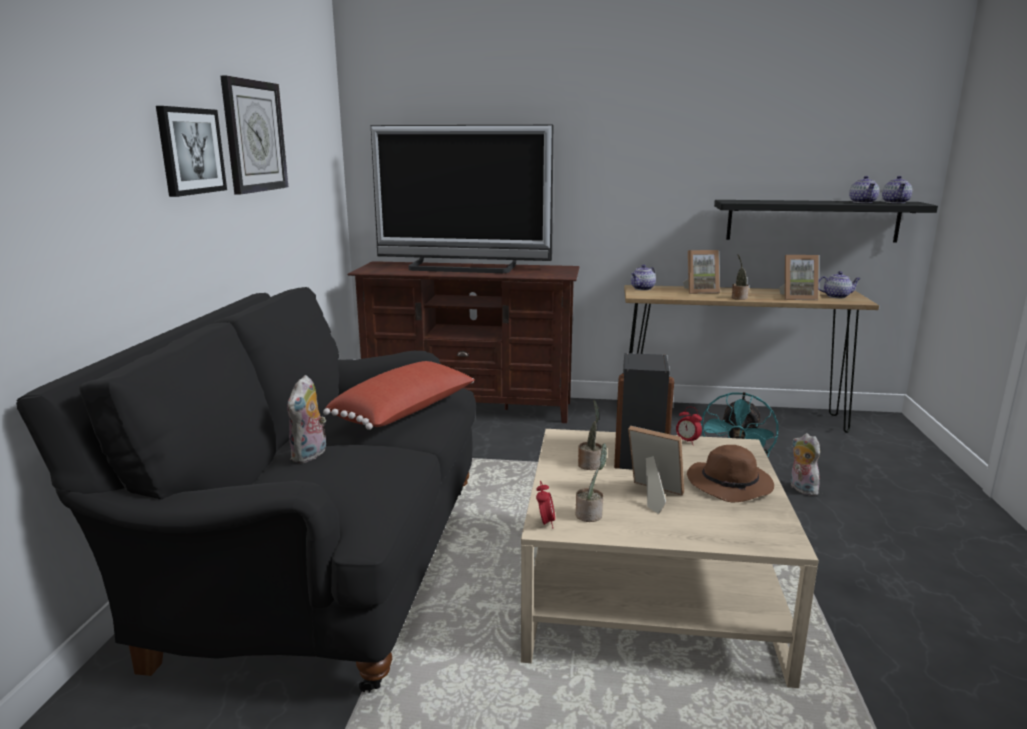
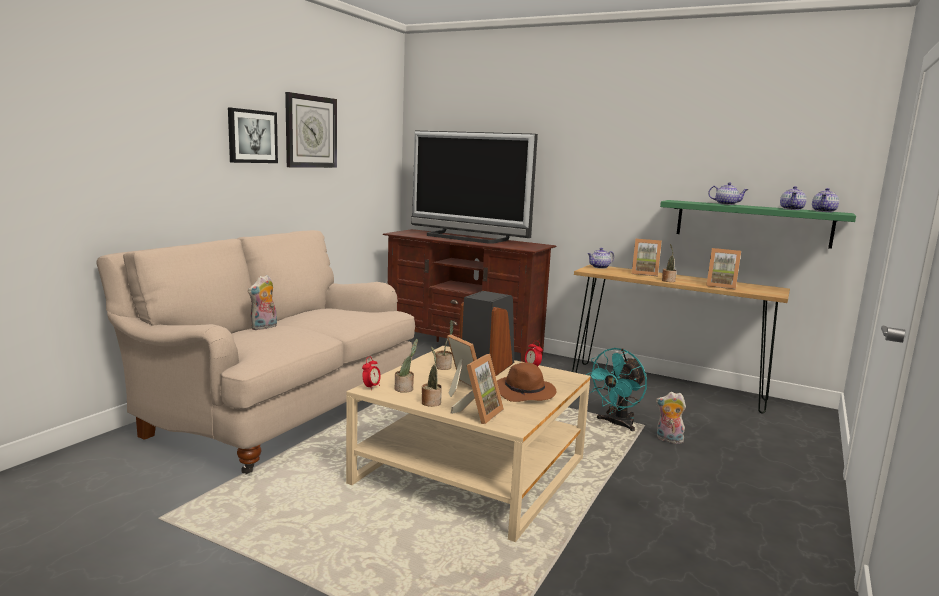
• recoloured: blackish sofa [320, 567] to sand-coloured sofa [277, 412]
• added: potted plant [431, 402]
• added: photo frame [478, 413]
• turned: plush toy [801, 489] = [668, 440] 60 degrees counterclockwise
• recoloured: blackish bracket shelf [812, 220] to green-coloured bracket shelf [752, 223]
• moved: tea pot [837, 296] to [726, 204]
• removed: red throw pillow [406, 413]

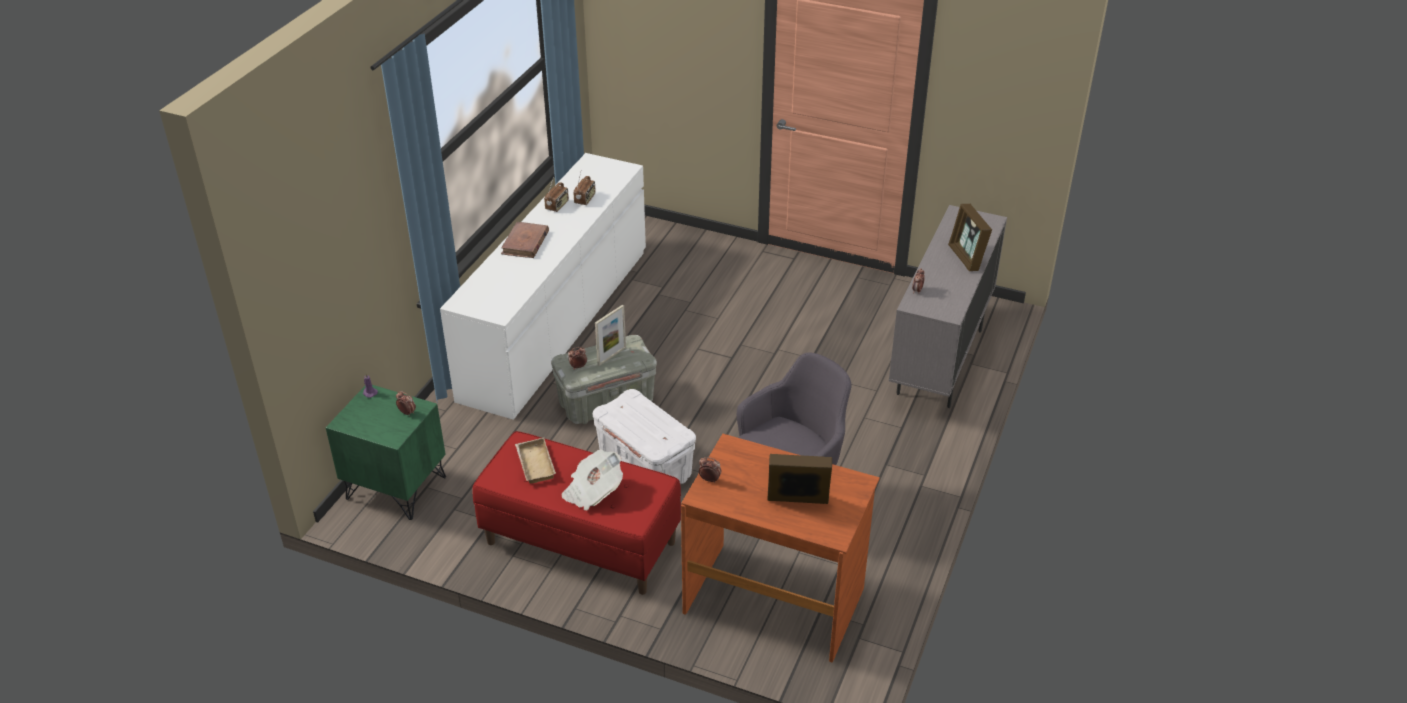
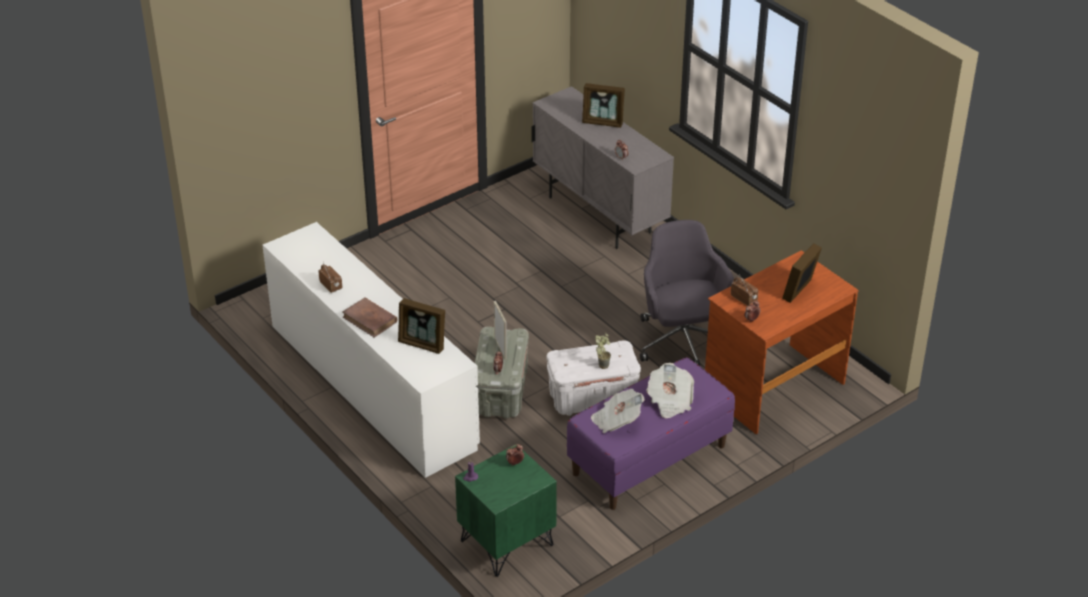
• added: photo frame [422, 344]
• recoloured: red long seat [580, 543] to purplish long seat [649, 460]
• replaced: sand-coloured serving tray [534, 464] to printed paper [616, 421]
• added: potted plant [602, 364]
• moved: radio [585, 199] to [744, 298]

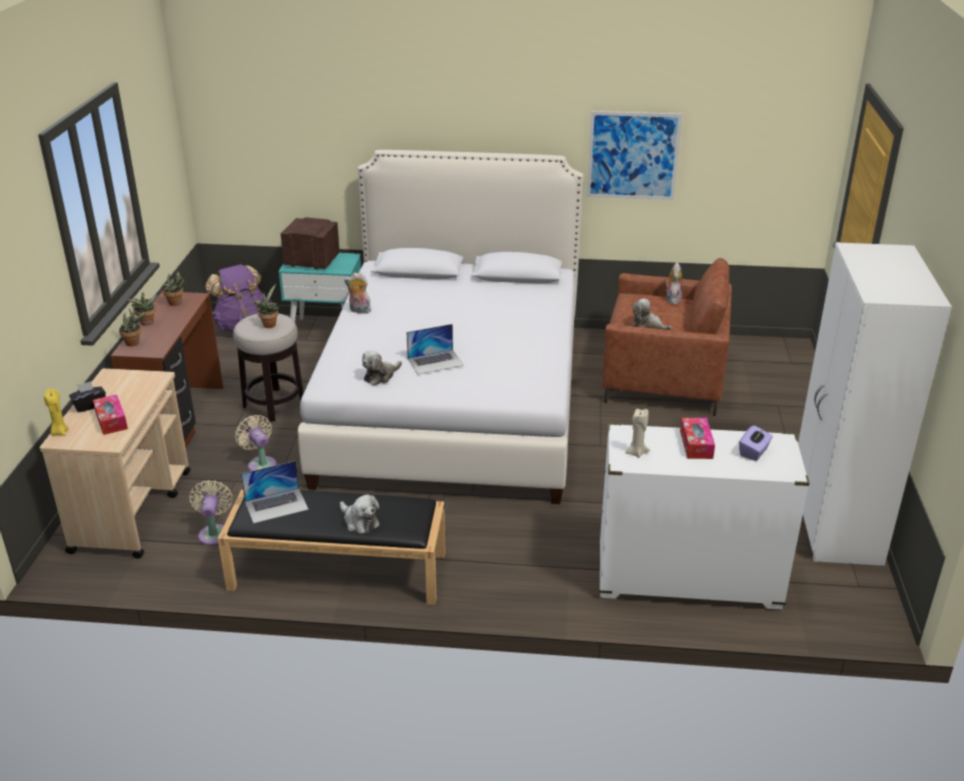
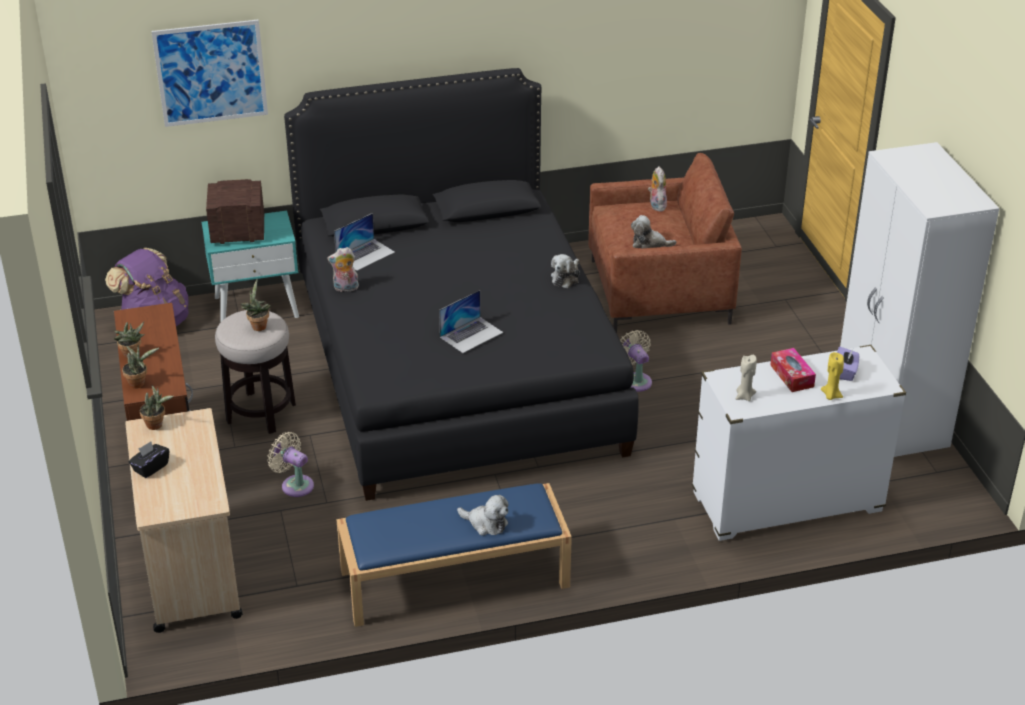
• moved: potted plant [177, 303] to [157, 425]
• moved: wall picture [633, 155] to [211, 73]
• recoloured: whitish bedroom bed [453, 401] to blackish bedroom bed [456, 365]
• moved: laptop [276, 505] to [365, 254]
• recoloured: blackish long seat [336, 571] to blue long seat [453, 579]
• moved: plush toy [380, 376] to [566, 278]
• moved: sand-coloured fan [214, 533] to [635, 380]
• moved: yellow candle [59, 432] to [831, 395]
• removed: tissue holder [111, 420]

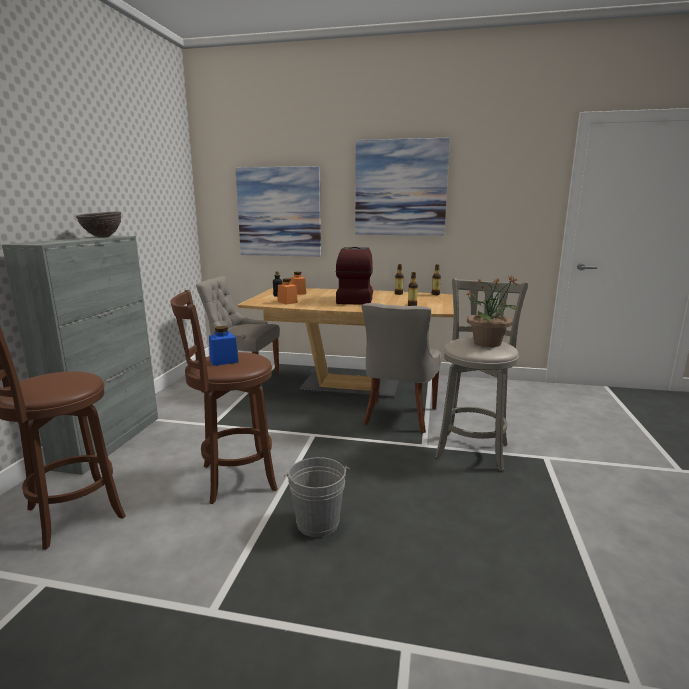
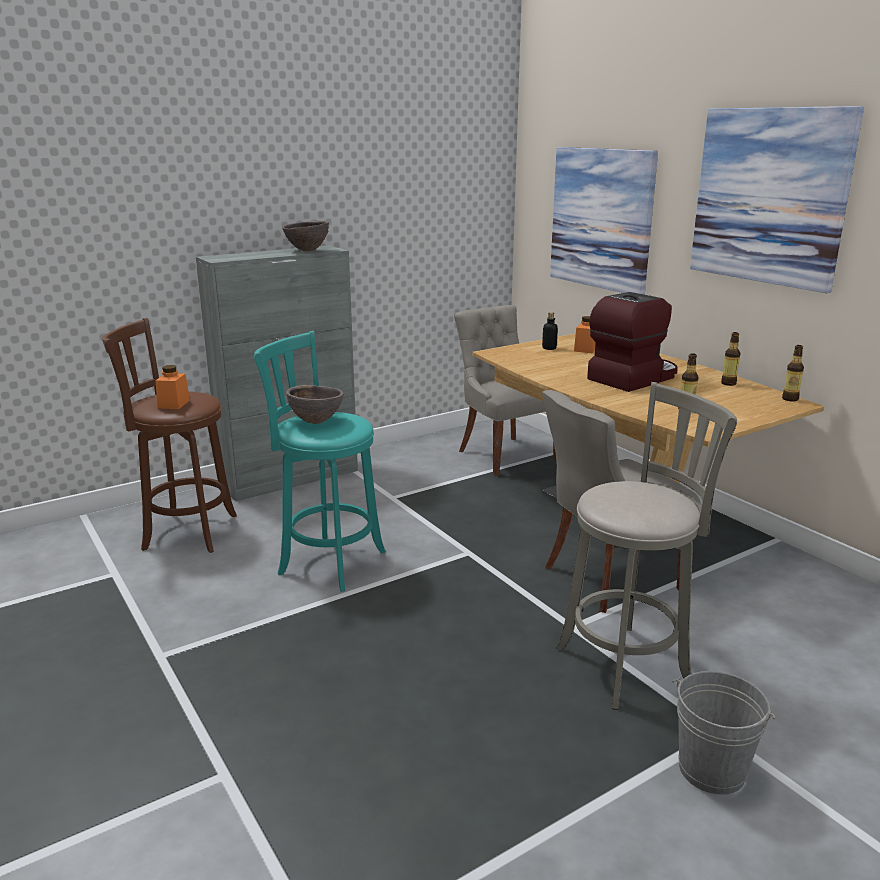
• moved: orange-coloured preserve jar [287, 302] to [174, 404]
• recoloured: brown sitting stool [233, 478] to blue-green sitting stool [327, 561]
• replaced: blue preserve jar [224, 361] to brown serving bowl [316, 422]
• moved: greyish bucket [317, 523] to [711, 770]
• removed: potted plant [488, 343]

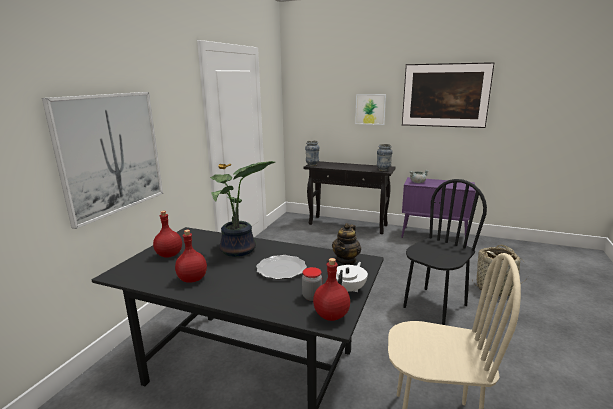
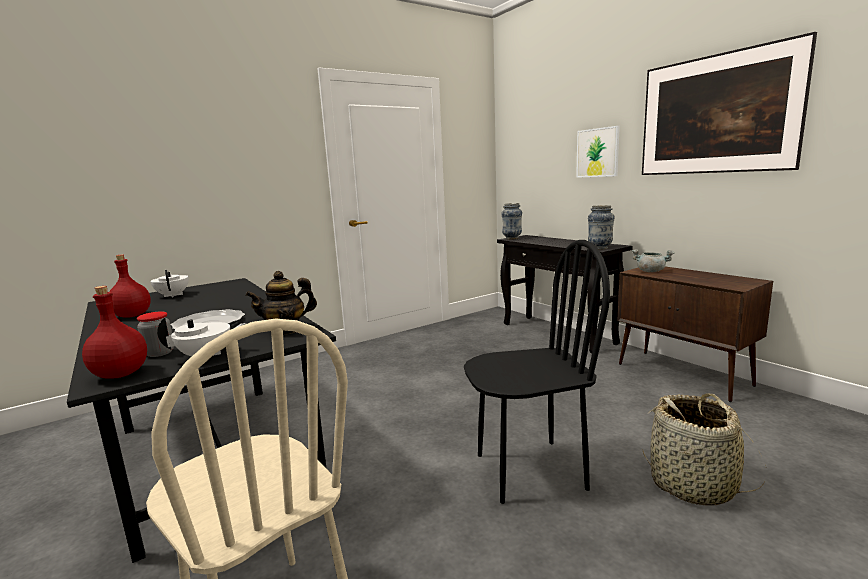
• replaced: red beverage bottle [169, 255] to whitish tea pot [173, 295]
• recoloured: purplish cupboard [434, 236] to brown cupboard [684, 375]
• removed: wall picture [111, 154]
• removed: potted plant [239, 251]

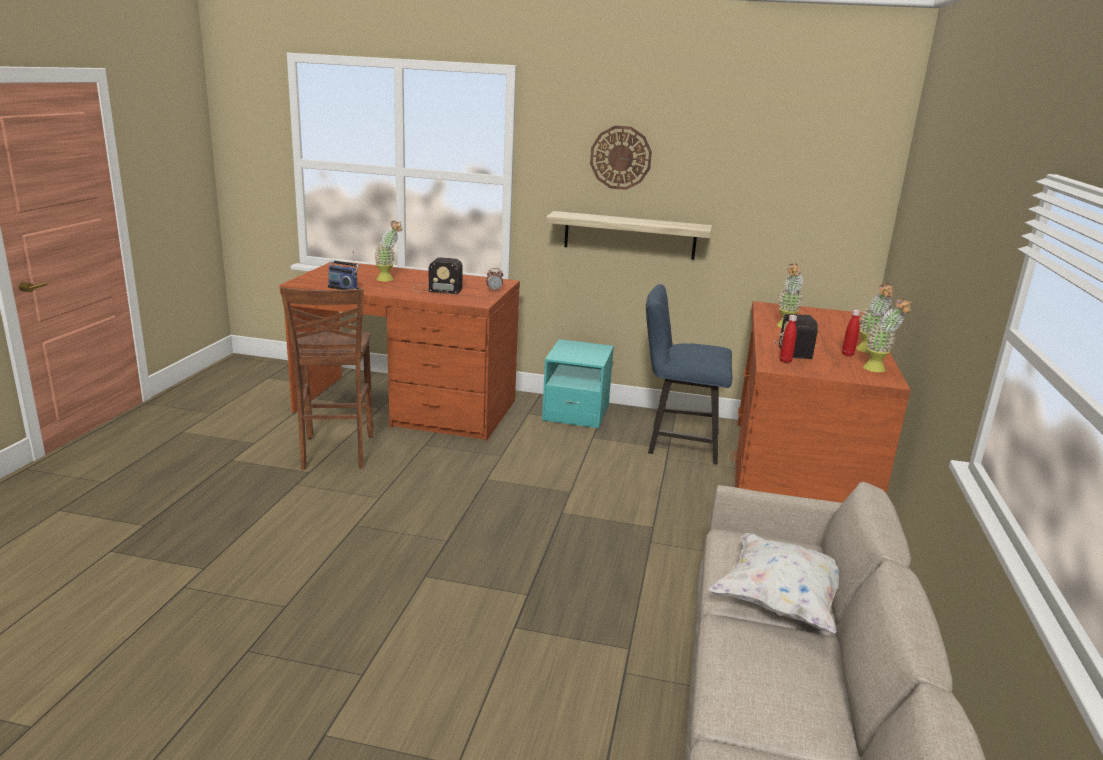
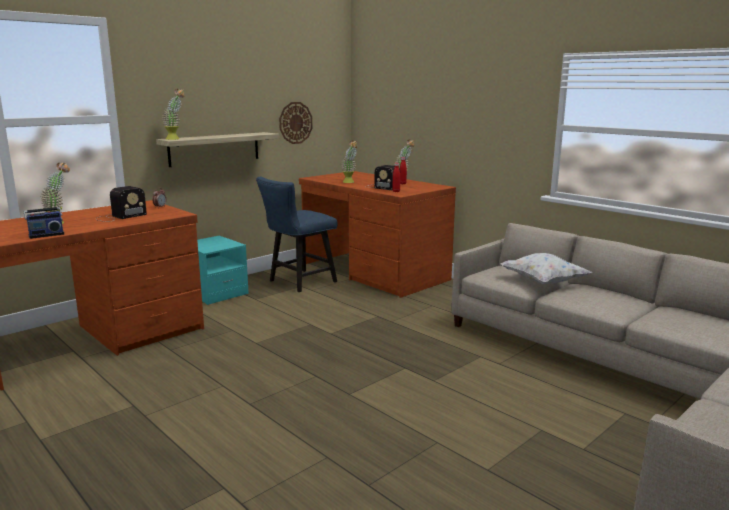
• moved: potted plant [879, 370] to [176, 139]
• moved: wall clock [620, 157] to [295, 123]
• removed: brown sitting stool [335, 453]

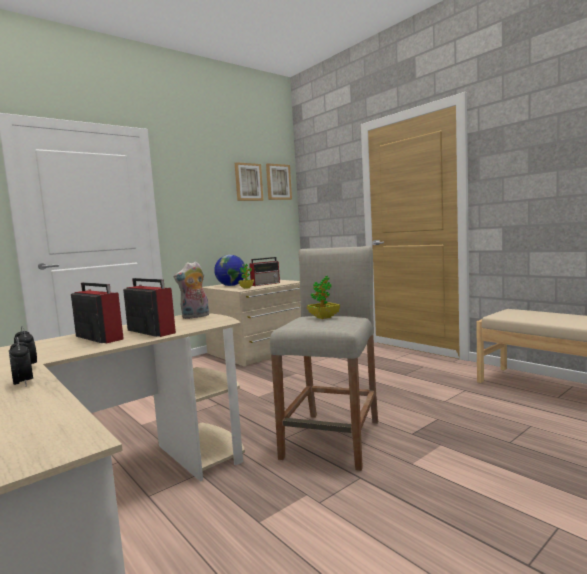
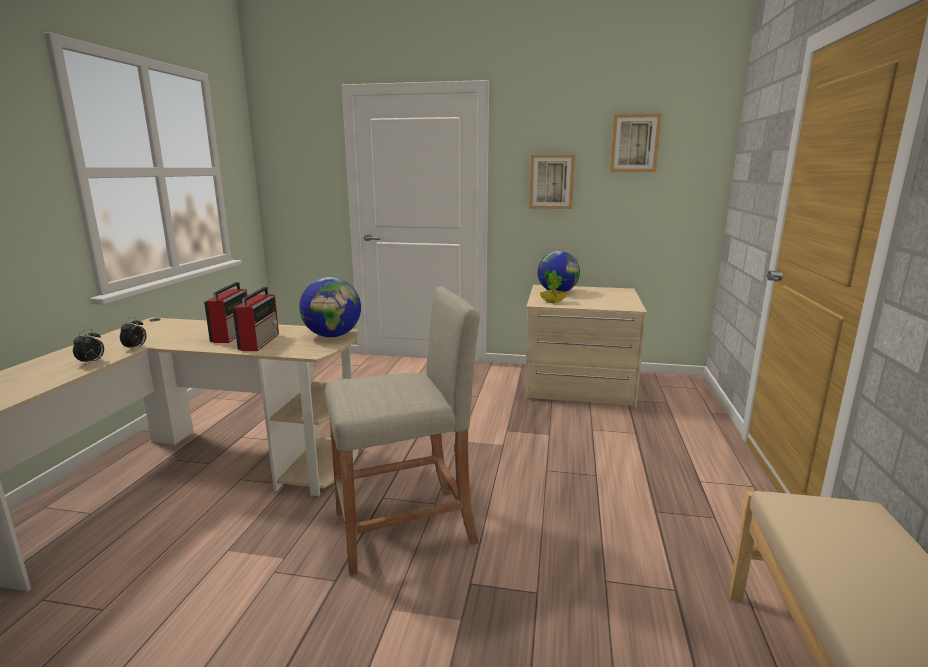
• replaced: plush toy [195, 317] to desk globe [333, 336]
• moved: wall picture [278, 182] to [551, 182]
• removed: radio [266, 284]
• removed: potted plant [323, 317]

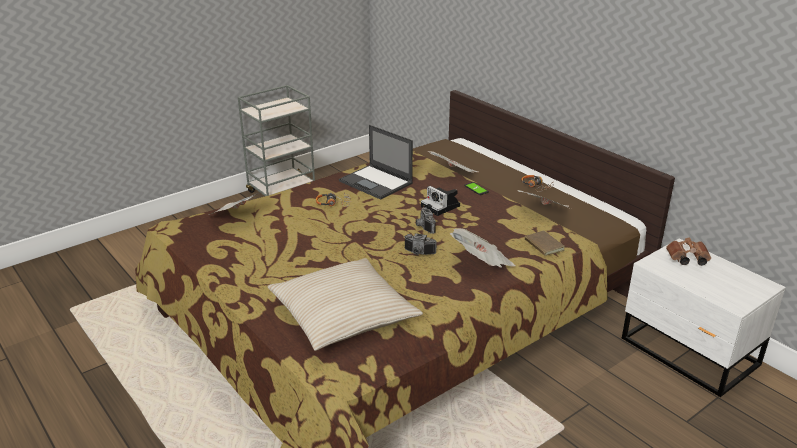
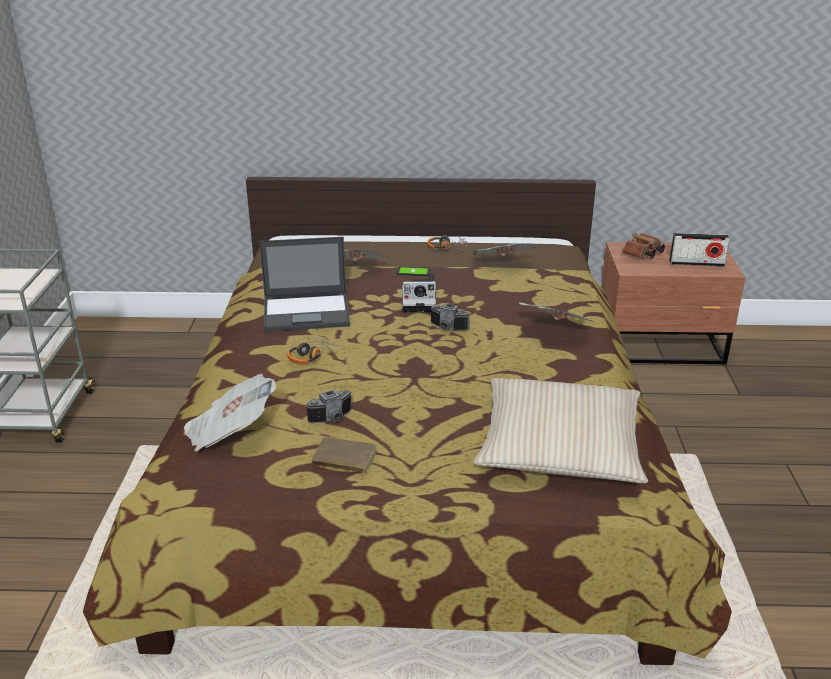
• moved: still camera [418, 253] to [333, 419]
• moved: brown book [542, 245] to [343, 459]
• recoloured: whitish bedside table [689, 353] to brown bedside table [661, 346]
• added: radio [696, 263]

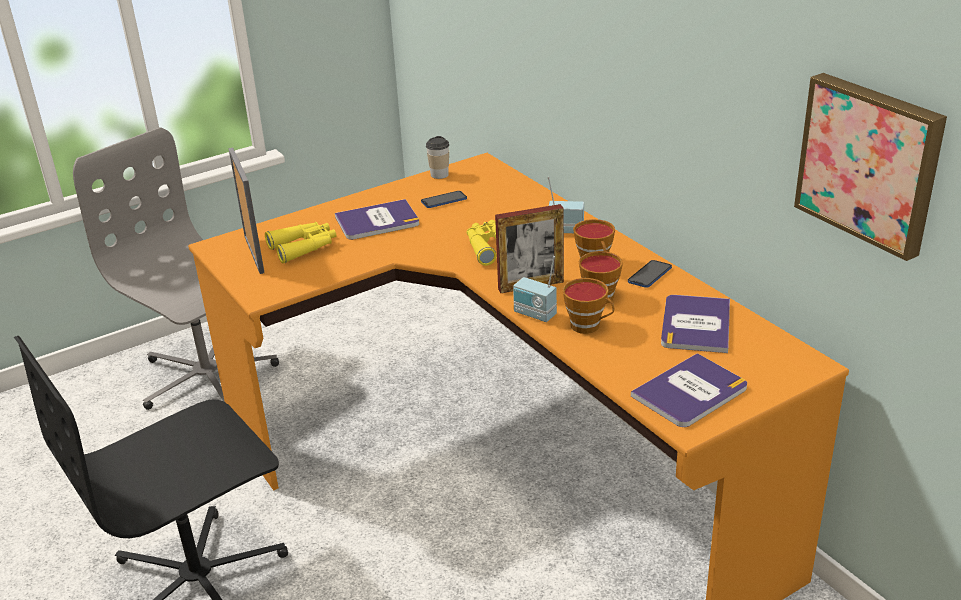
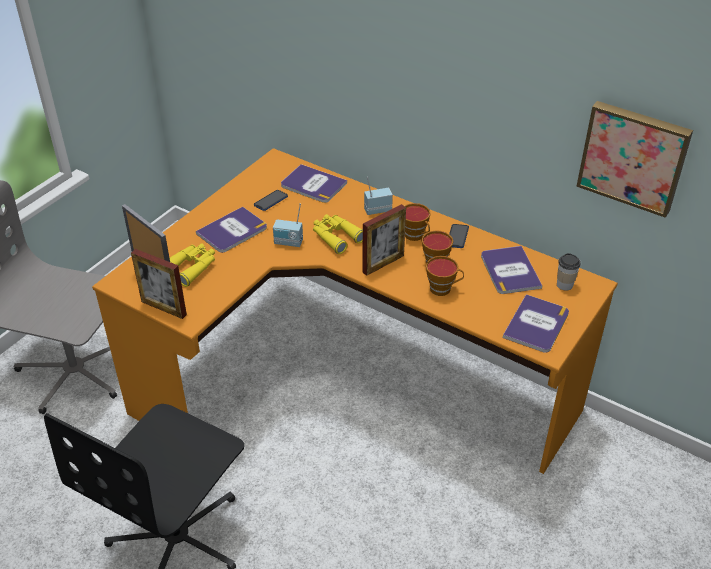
• added: photo frame [163, 308]
• moved: radio [534, 315] to [288, 243]
• added: book [313, 185]
• moved: small cup [439, 175] to [564, 285]

